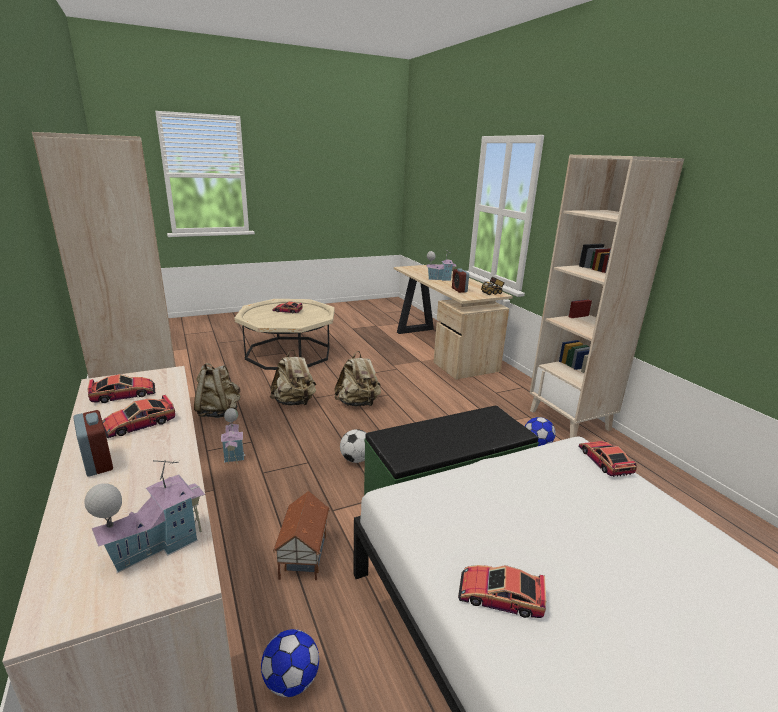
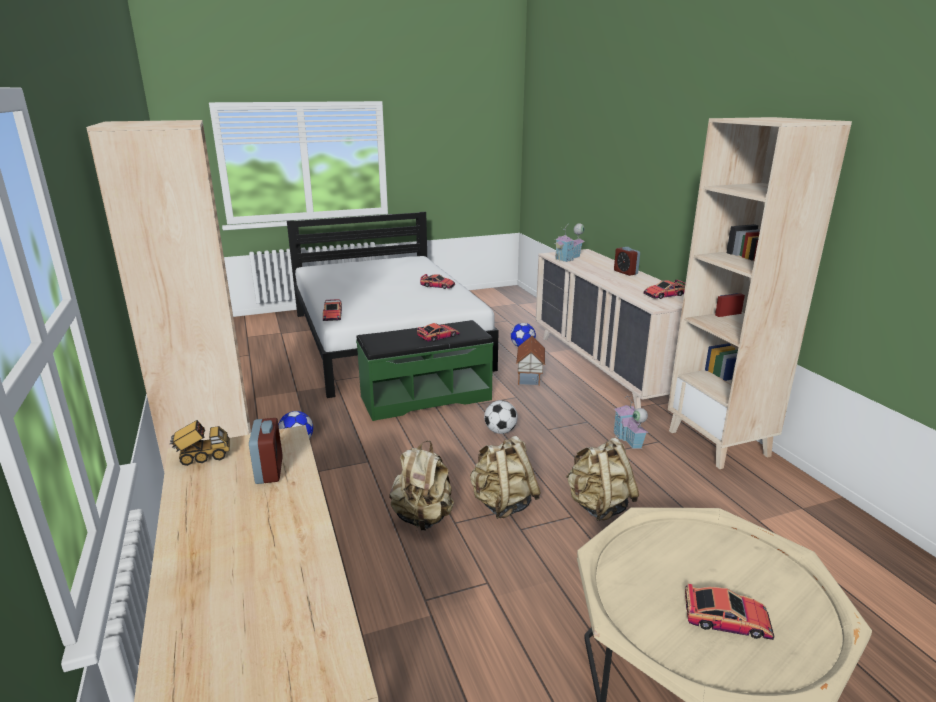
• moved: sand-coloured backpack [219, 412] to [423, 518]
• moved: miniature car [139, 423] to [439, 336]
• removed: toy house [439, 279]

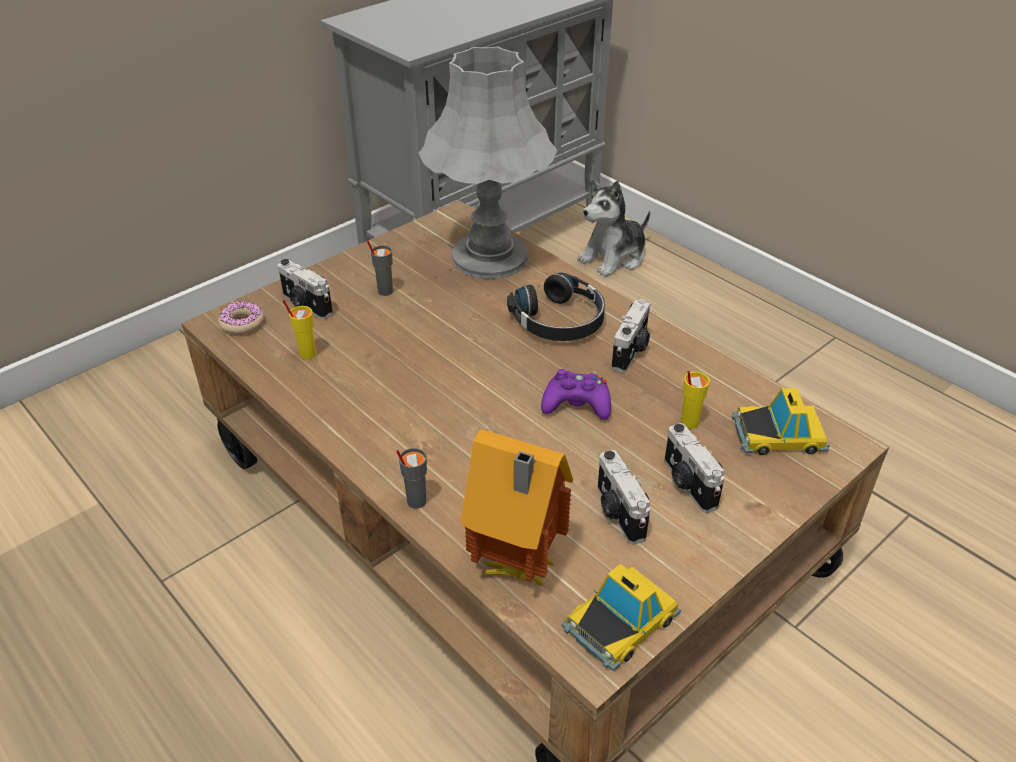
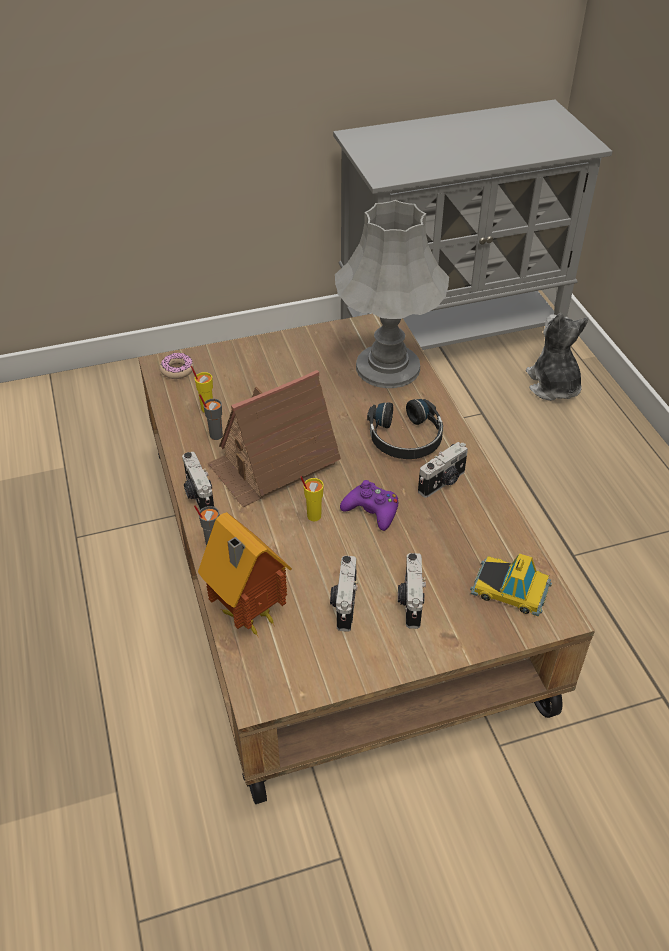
• moved: still camera [306, 305] to [198, 495]
• moved: greyish small cup [384, 291] to [215, 435]
• added: toy house [274, 463]
• moved: yellow small cup [688, 422] to [313, 516]
• turned: plush toy [614, 258] = [553, 385] 90 degrees clockwise
• removed: miniature car [621, 621]

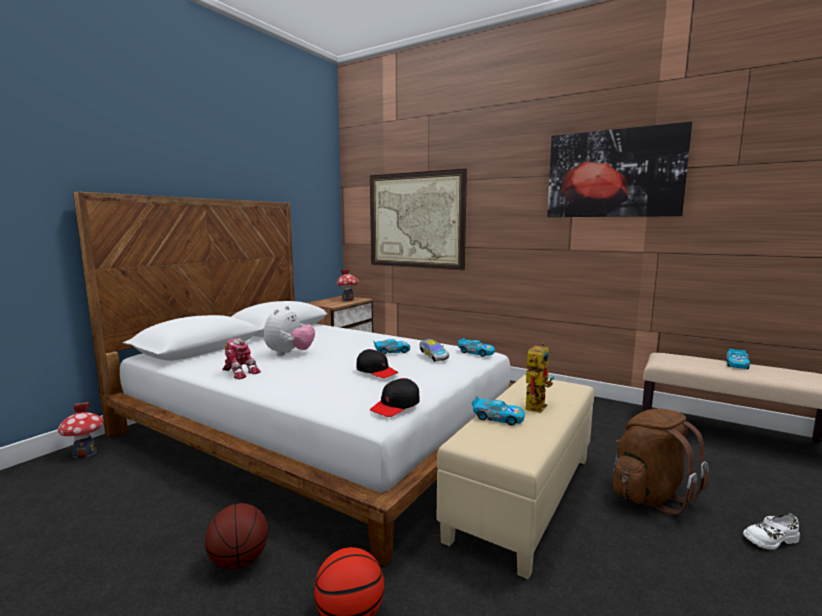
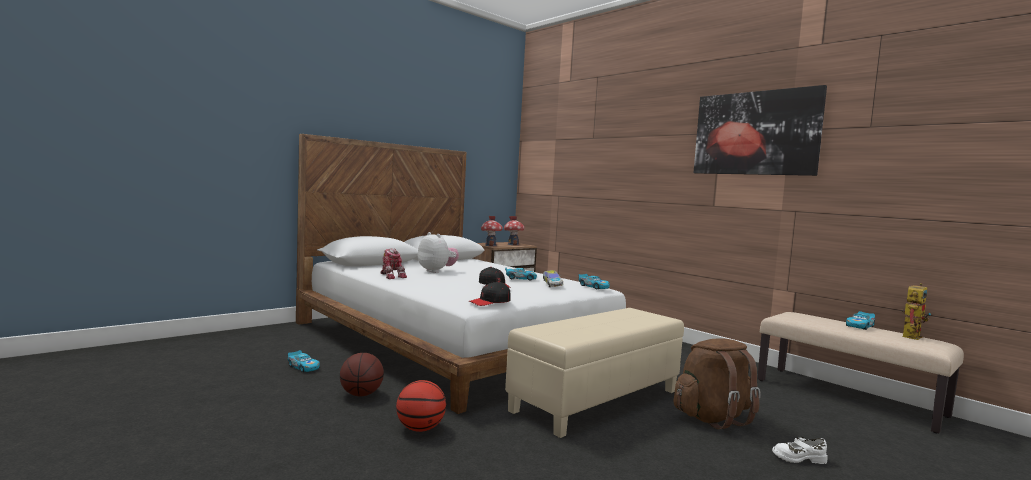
• moved: miniature car [498, 418] to [303, 367]
• turned: plush toy [289, 353] = [437, 271] 75 degrees counterclockwise
• moved: toy house [85, 453] to [491, 245]
• moved: model robot [535, 405] to [910, 335]
• removed: wall picture [415, 220]

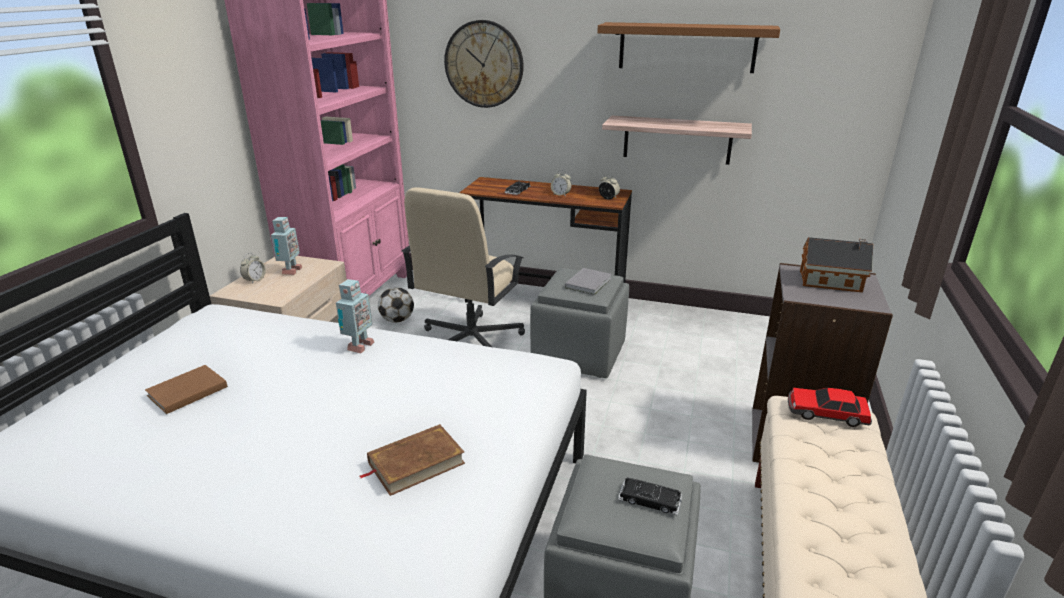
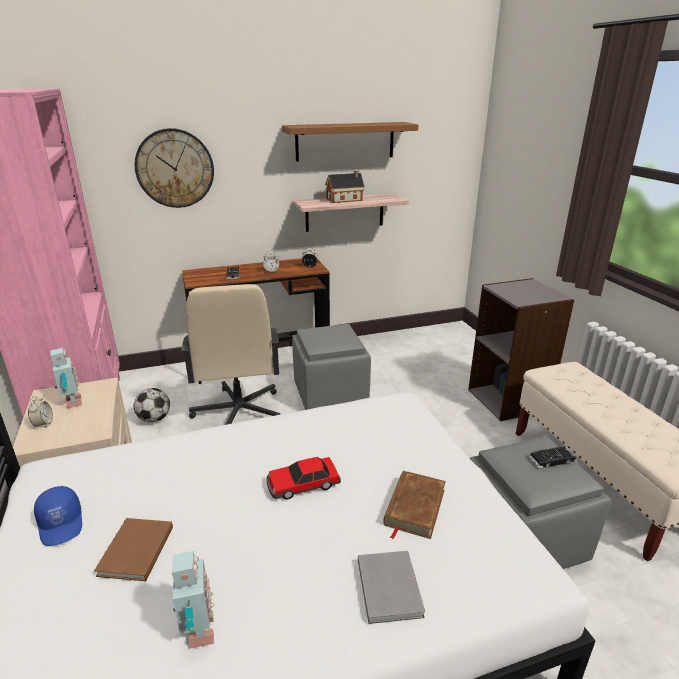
• added: blue baseball cap [62, 523]
• moved: model robot [358, 346] to [198, 632]
• moved: miniature car [826, 413] to [302, 484]
• moved: toy house [833, 282] to [346, 199]
• moved: greyish book [589, 283] to [390, 586]

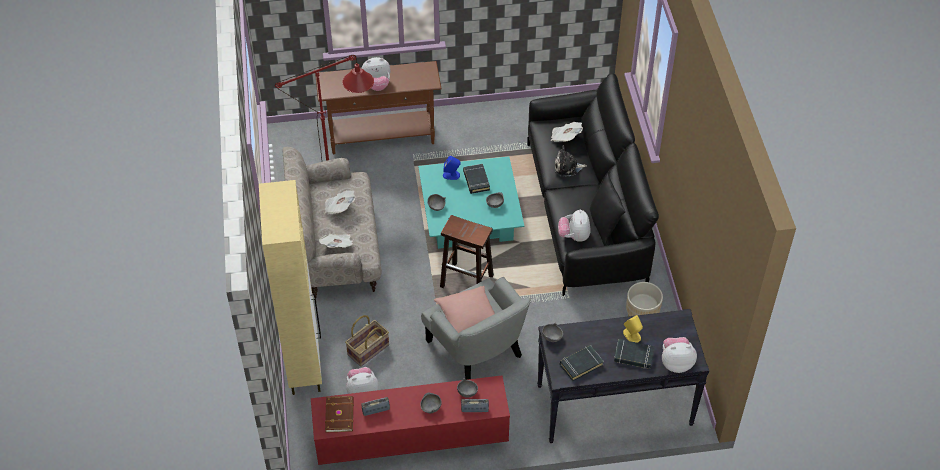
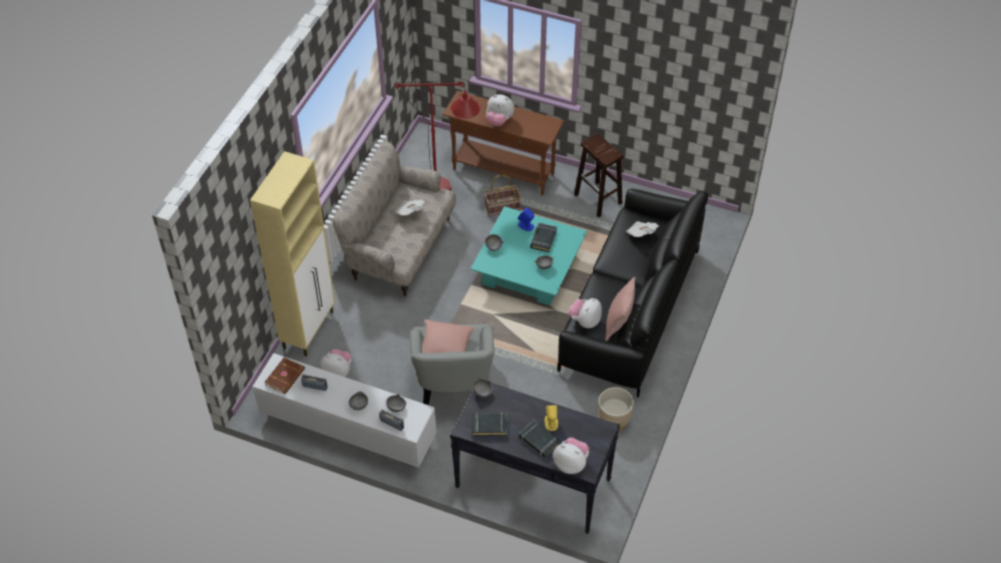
• recoloured: red tv unit [410, 439] to whitish tv unit [347, 428]
• moved: household basket [368, 350] to [502, 208]
• moved: brown sitting stool [467, 281] to [598, 199]
• recoloured: blackish throw pillow [604, 225] to pink-coloured throw pillow [618, 323]
• removed: printed paper [338, 246]
• removed: plush toy [567, 167]

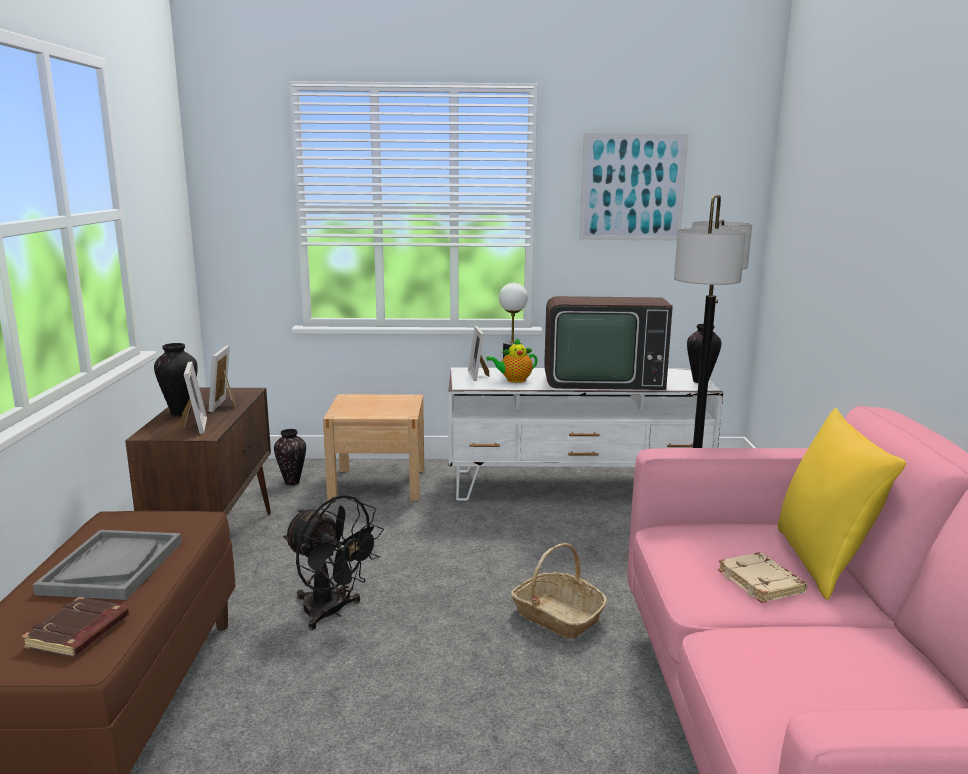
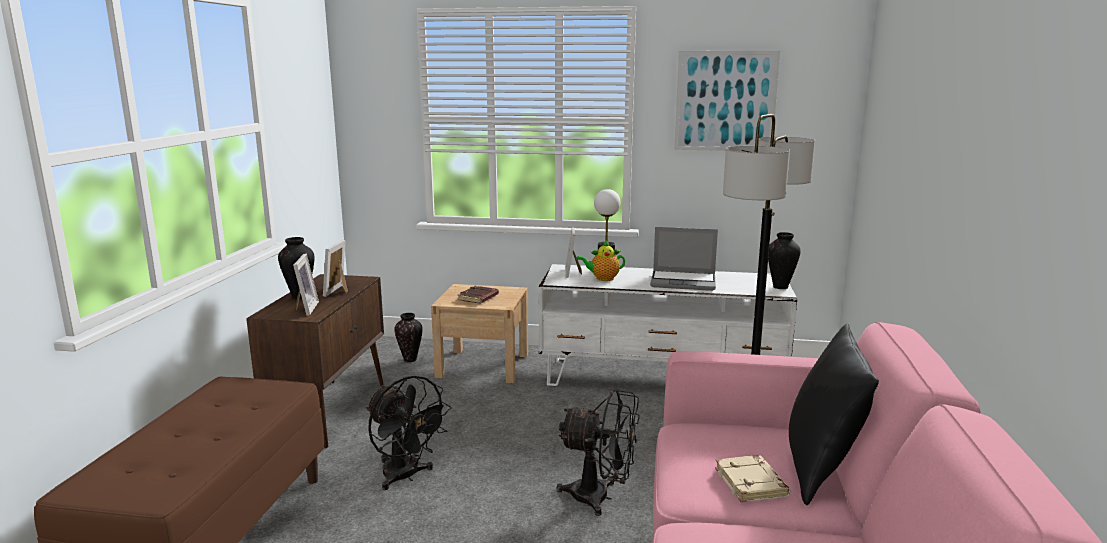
• moved: brown book [78, 634] to [478, 298]
• replaced: household basket [557, 616] to blackish fan [600, 497]
• replaced: television [601, 380] to laptop [684, 282]
• recoloured: yellow throw pillow [822, 562] to blackish throw pillow [821, 469]
• removed: greyish serving tray [112, 567]

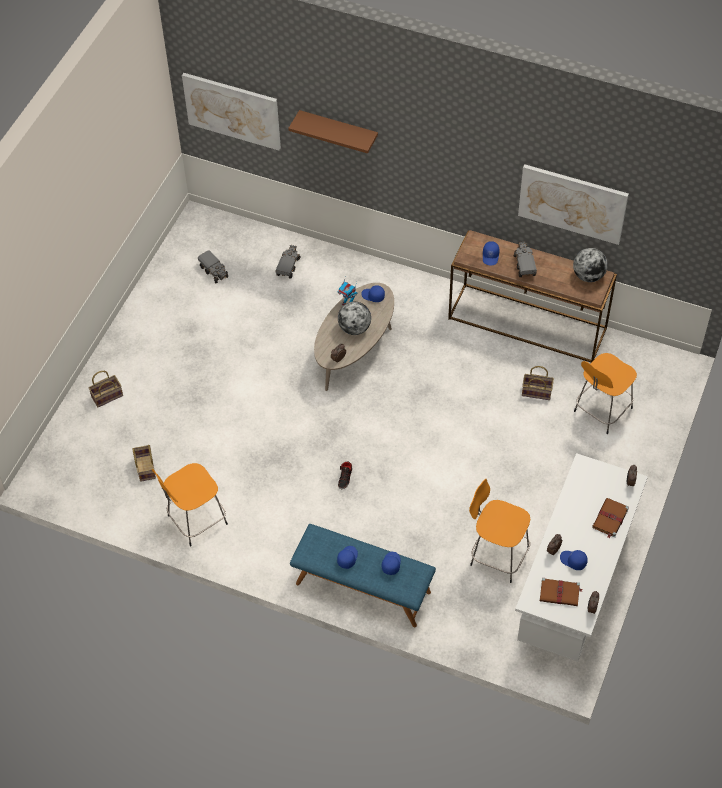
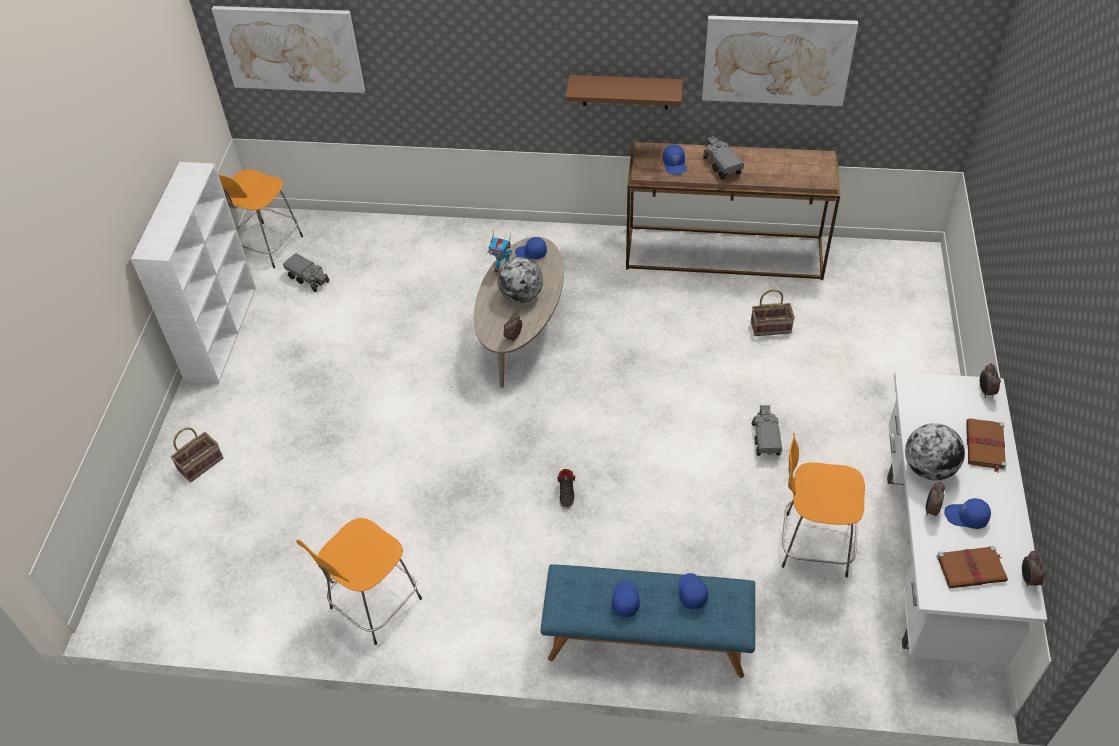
• added: whitish bookcase [221, 332]
• moved: orange-coloured sitting stool [601, 411] to [266, 246]
• moved: brown bracket shelf [338, 130] to [625, 92]
• moved: model truck [288, 267] to [765, 439]
• moved: desk globe [588, 276] to [928, 468]
• removed: household basket [145, 467]

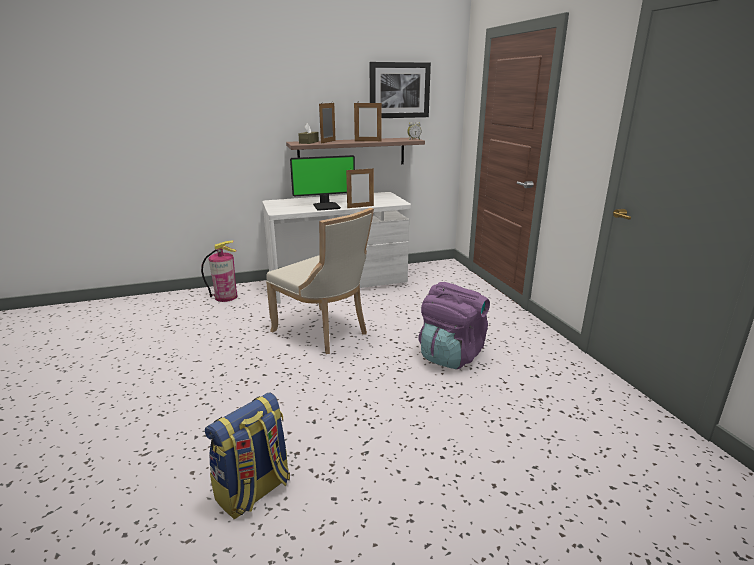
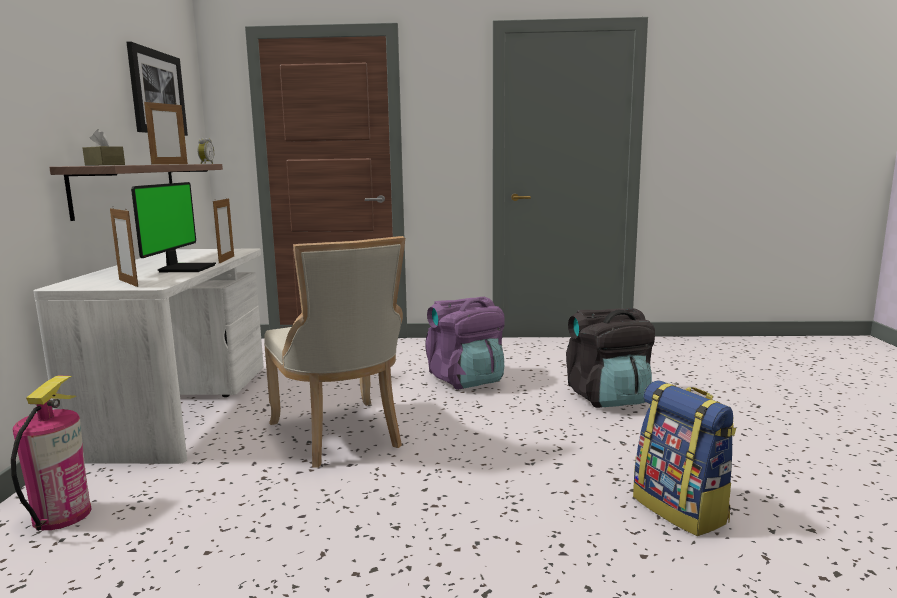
• moved: photo frame [328, 142] to [128, 283]
• turned: sand-coloured chair [324, 332] = [340, 436] 90 degrees clockwise
• added: blackish backpack [608, 397]

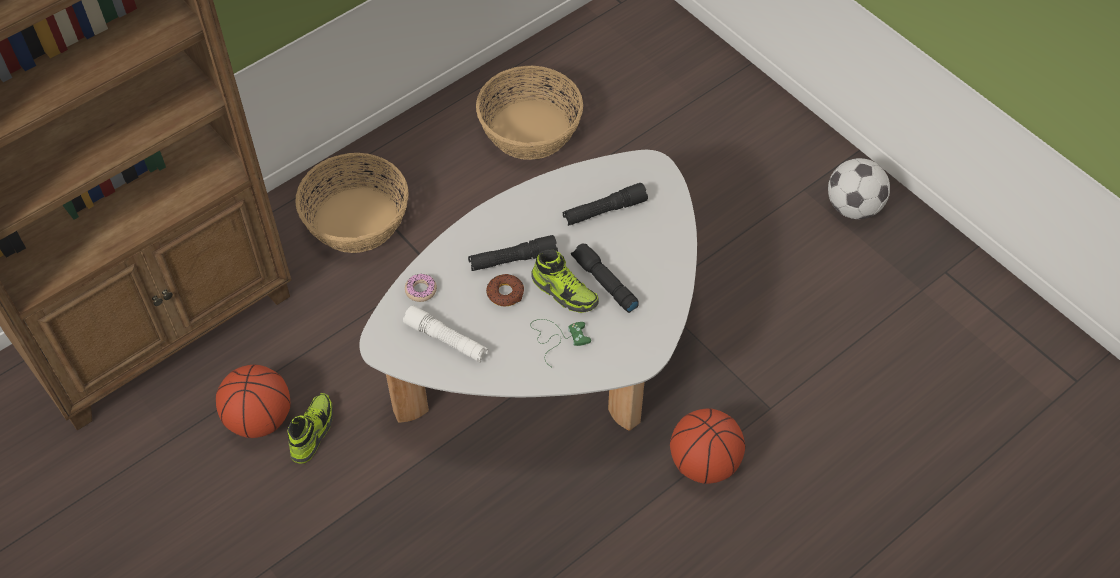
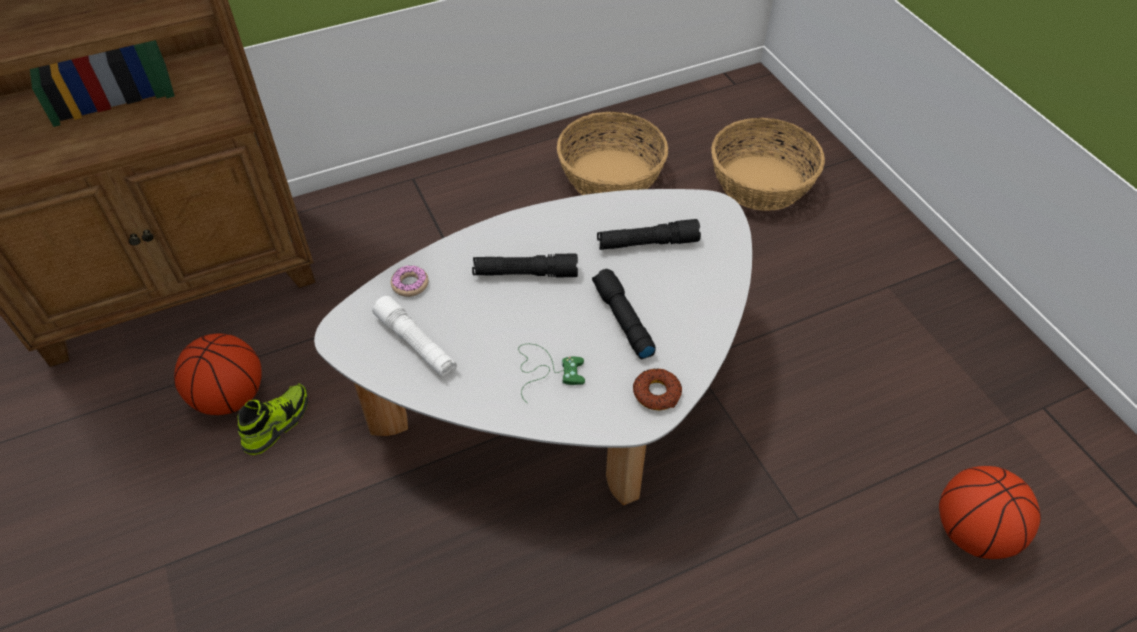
• moved: ring doughnut [505, 293] to [657, 393]
• moved: household basket [356, 219] to [761, 182]
• moved: ball for basketball [703, 463] to [971, 532]
• removed: low shoe [565, 292]
• removed: ball for football [853, 207]

